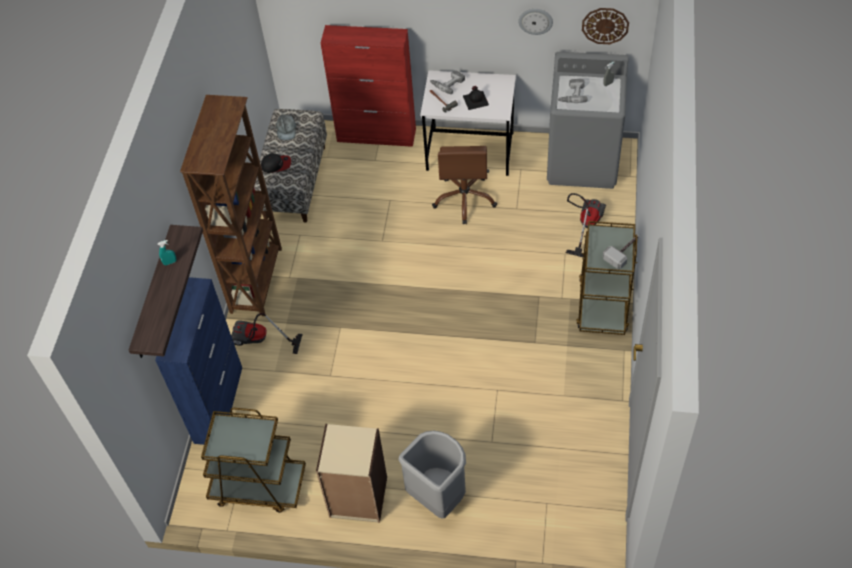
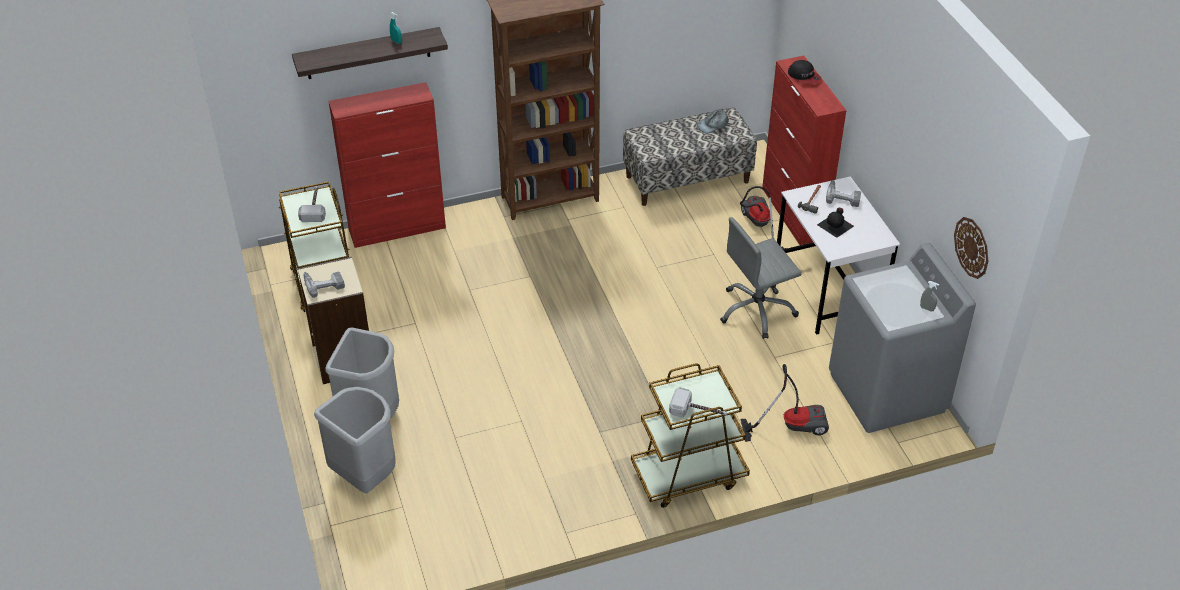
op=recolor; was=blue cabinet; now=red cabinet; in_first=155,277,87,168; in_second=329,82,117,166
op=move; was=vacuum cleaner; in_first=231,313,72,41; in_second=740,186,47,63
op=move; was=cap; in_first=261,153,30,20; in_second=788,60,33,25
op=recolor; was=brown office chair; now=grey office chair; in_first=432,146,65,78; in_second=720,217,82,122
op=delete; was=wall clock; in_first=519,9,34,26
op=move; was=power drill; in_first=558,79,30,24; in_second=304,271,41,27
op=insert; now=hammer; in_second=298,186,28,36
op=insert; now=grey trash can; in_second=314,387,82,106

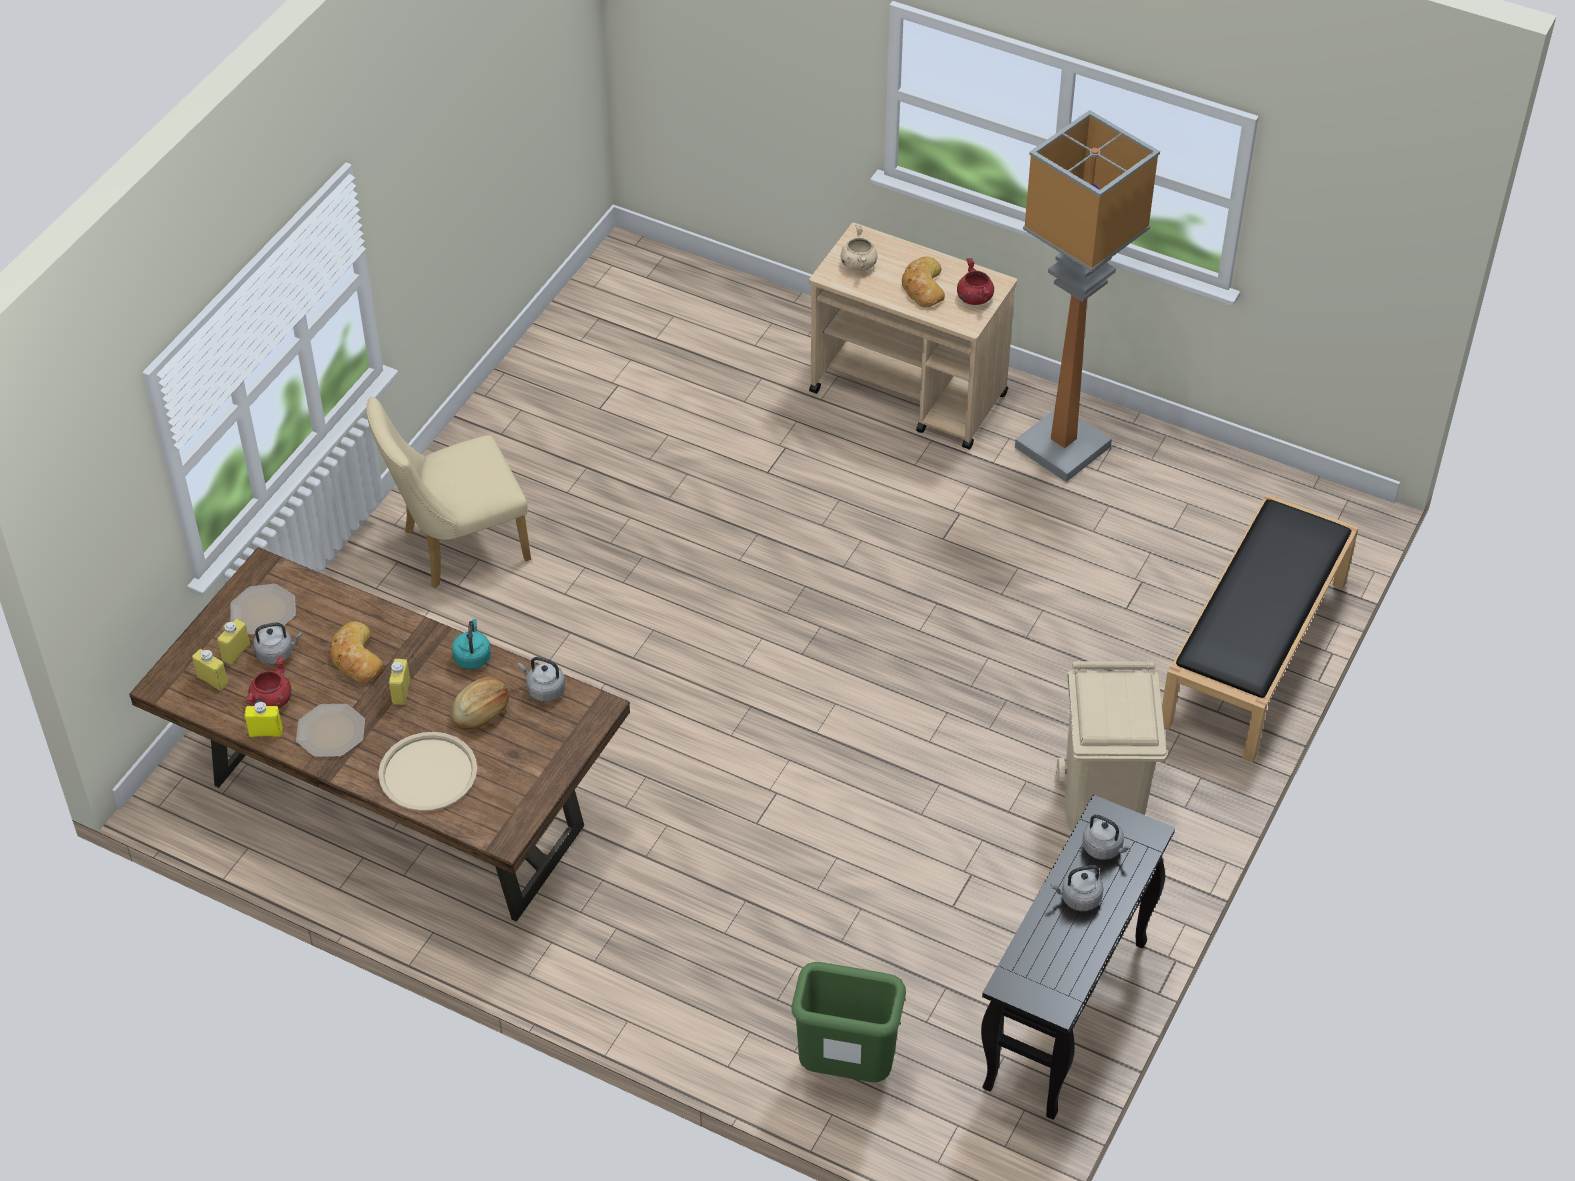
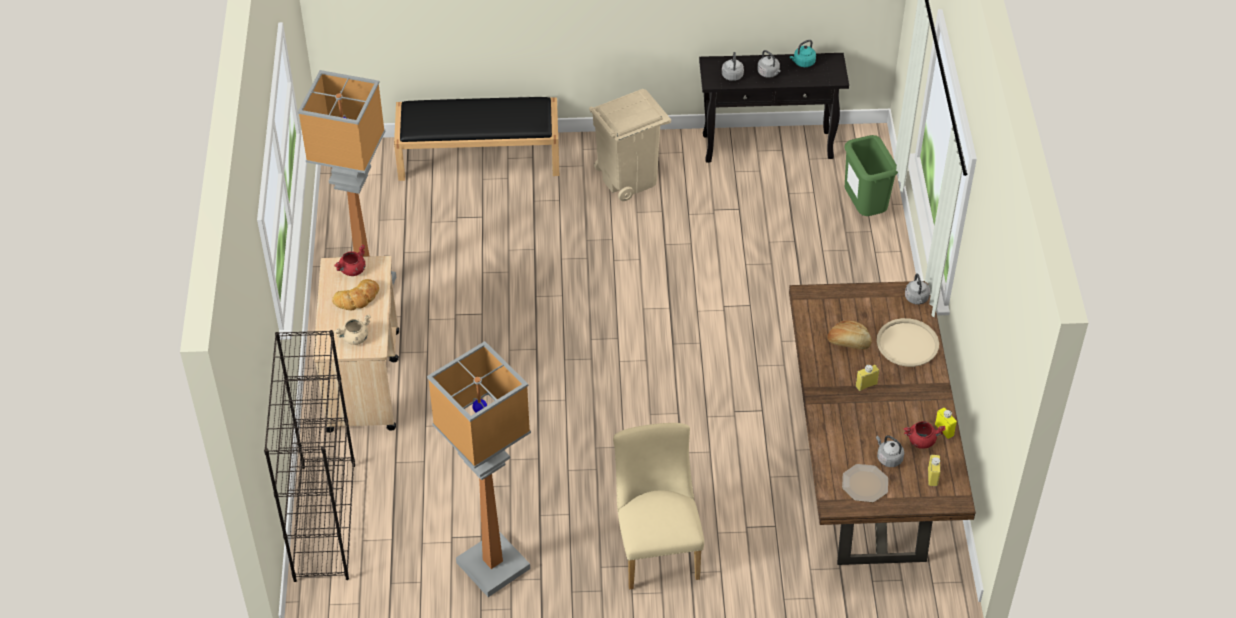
op=delete; was=yellow bottle; in_first=217,619,33,46
op=delete; was=plate; in_first=296,704,69,53
op=delete; was=bread; in_first=330,621,53,62
op=rotate; was=beige chair; in_first=366,397,165,191; in_second=613,423,91,166; clockwise=-135
op=move; was=turquoise kettle; in_first=452,619,39,50; in_second=790,40,26,27
op=move; was=grey kettle; in_first=518,657,47,45; in_second=905,273,25,31
op=insert; now=black bookcase; in_second=264,330,91,252
op=insert; now=floor lamp; in_second=427,341,104,256

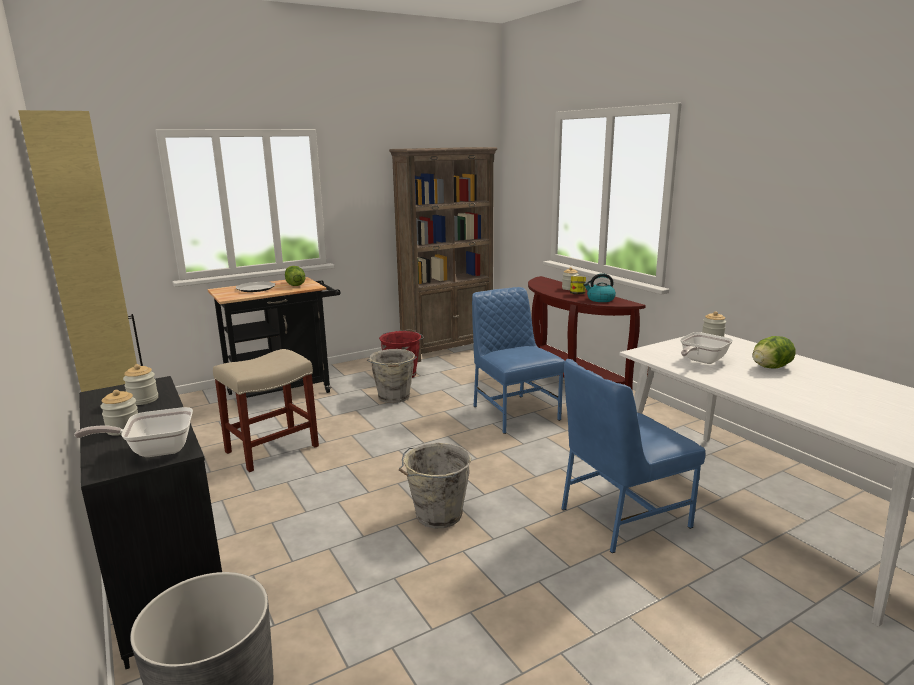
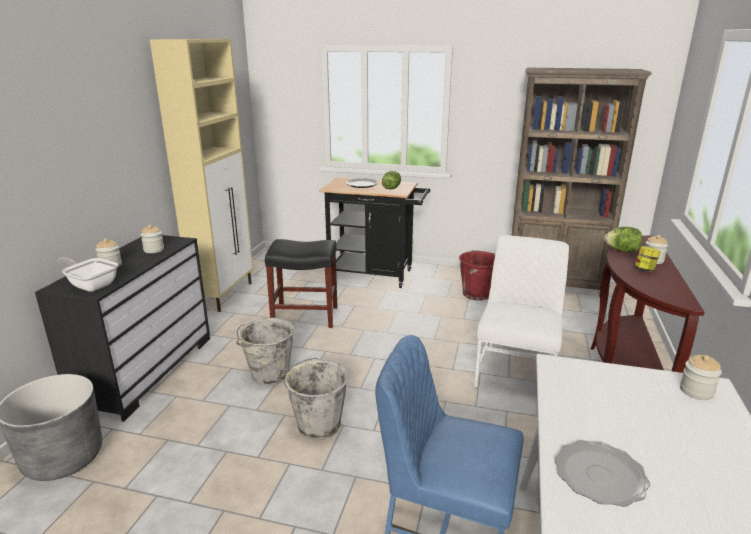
op=recolor; was=beige stool; now=black stool; in_first=213,349,106,123; in_second=265,239,72,89
op=move; was=grey bucket; in_first=367,349,50,54; in_second=236,318,58,68
op=recolor; was=blue chair; now=white chair; in_first=472,287,93,147; in_second=474,235,95,153
op=delete; was=kettle; in_first=584,273,32,29
op=delete; was=frying pan; in_first=680,332,53,32
op=move; was=lettuce; in_first=752,336,44,32; in_second=604,227,38,25
op=insert; now=plate; in_second=554,440,96,67

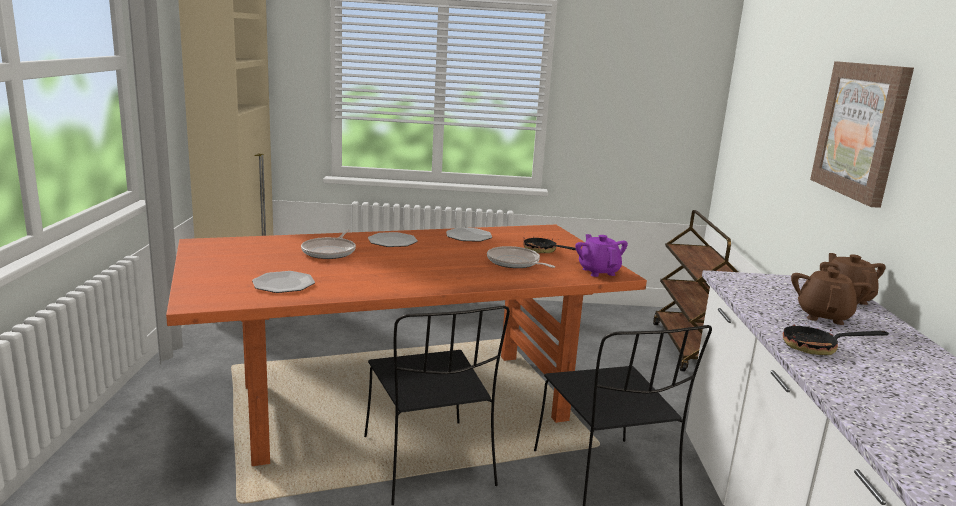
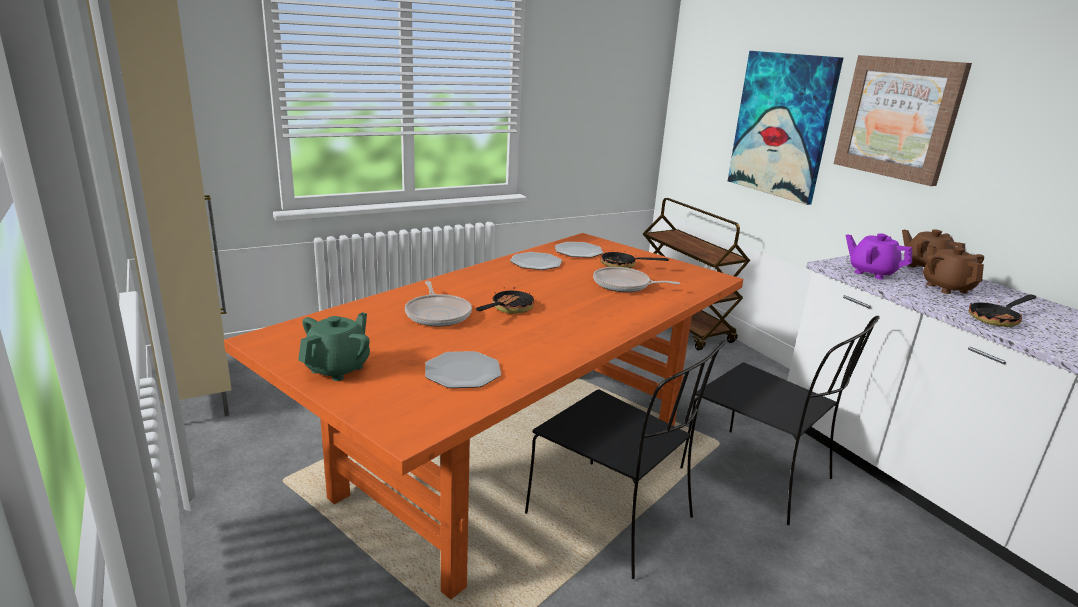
op=move; was=plate; in_first=368,232,50,15; in_second=555,242,48,16
op=move; was=purple teapot; in_first=575,234,53,43; in_second=846,233,66,47
op=insert; now=green teapot; in_second=298,312,72,69
op=insert; now=frying pan; in_second=476,287,59,27
op=insert; now=picture; in_second=728,51,115,154

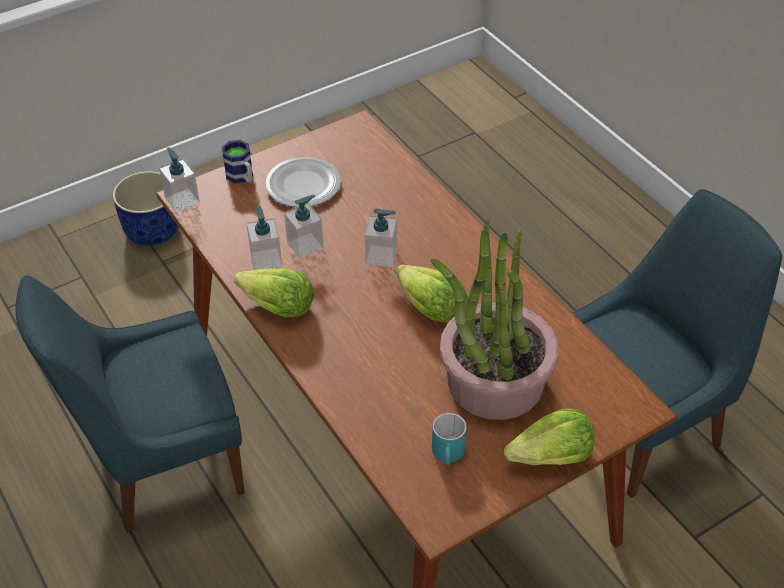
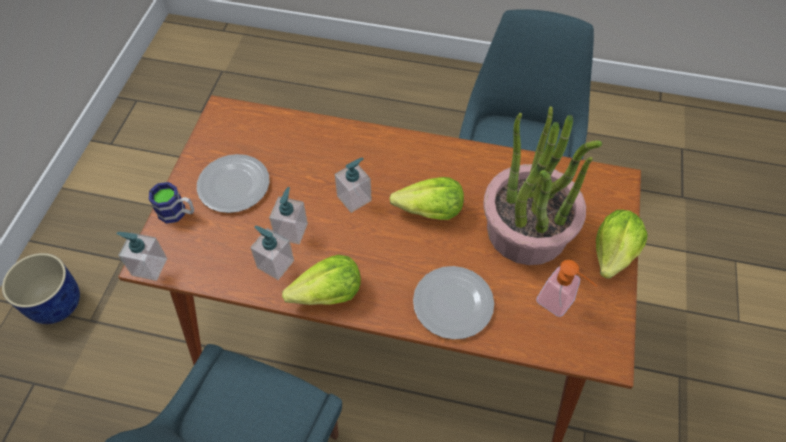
op=replace; was=turquoise mug; now=soap dispenser; in_first=432,413,35,52; in_second=536,260,61,57
op=insert; now=plate; in_second=413,266,81,73

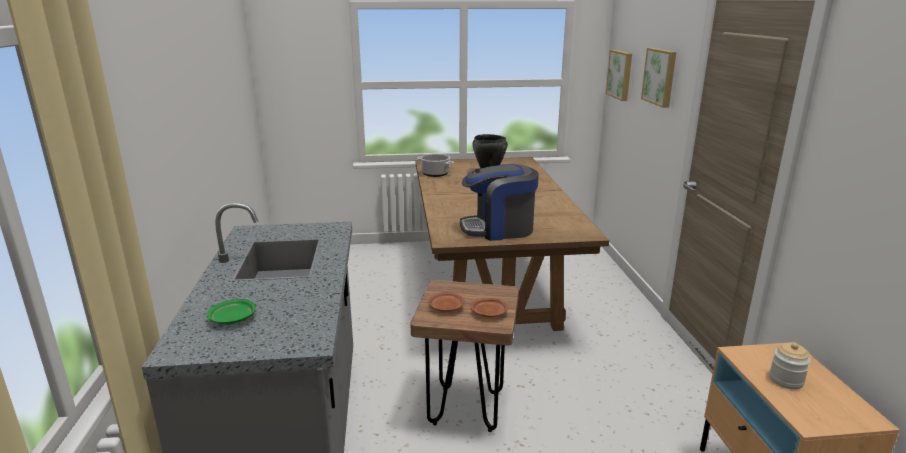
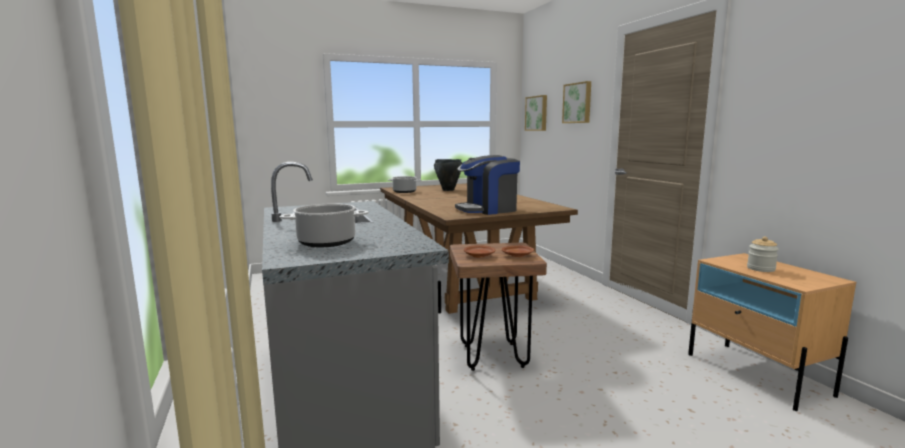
op=replace; was=green plate; now=cooking pot; in_first=207,299,49,26; in_second=280,204,89,43

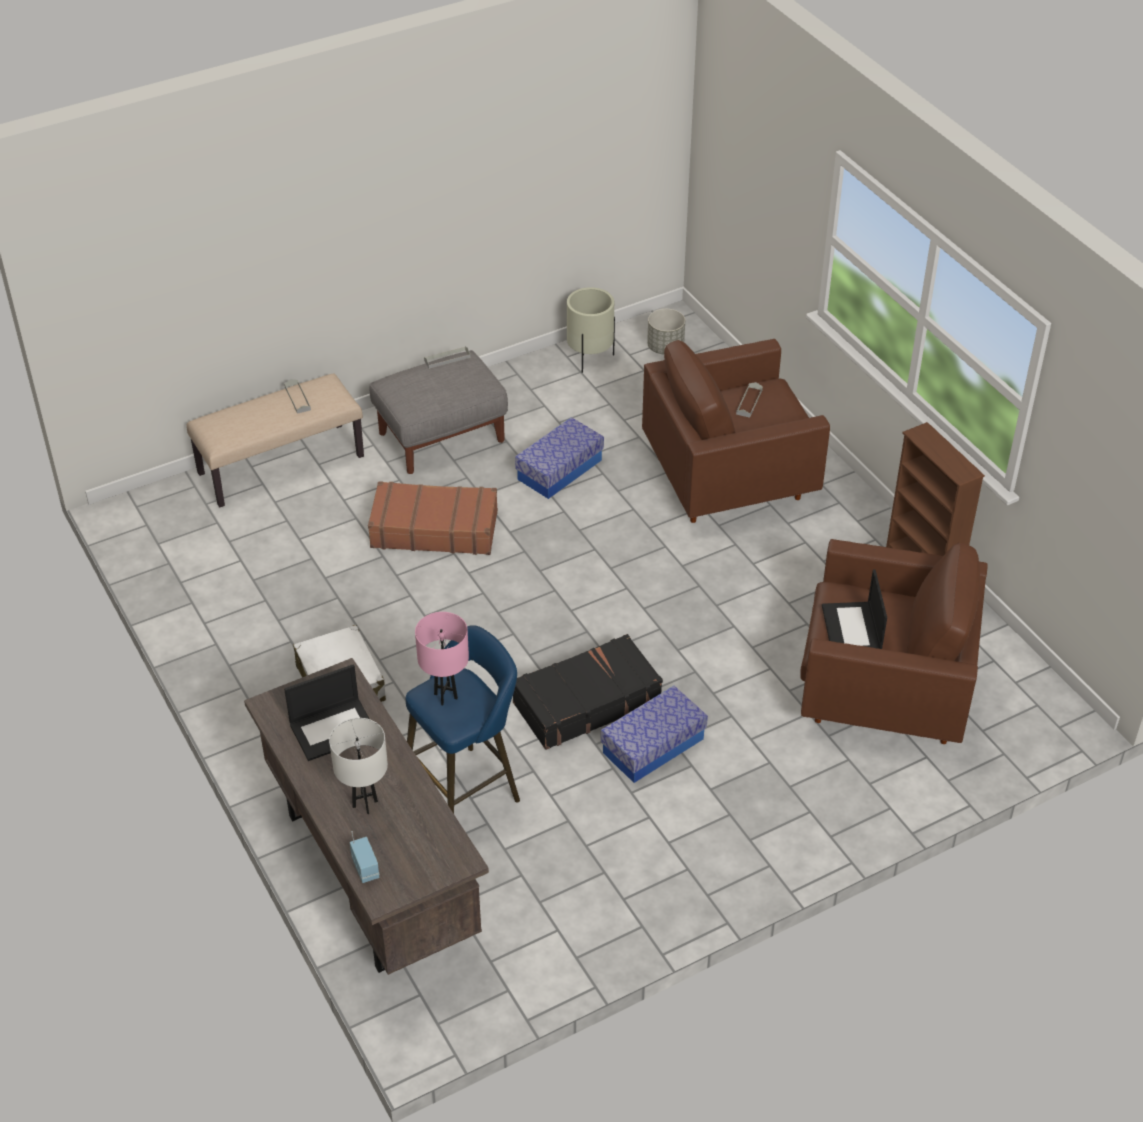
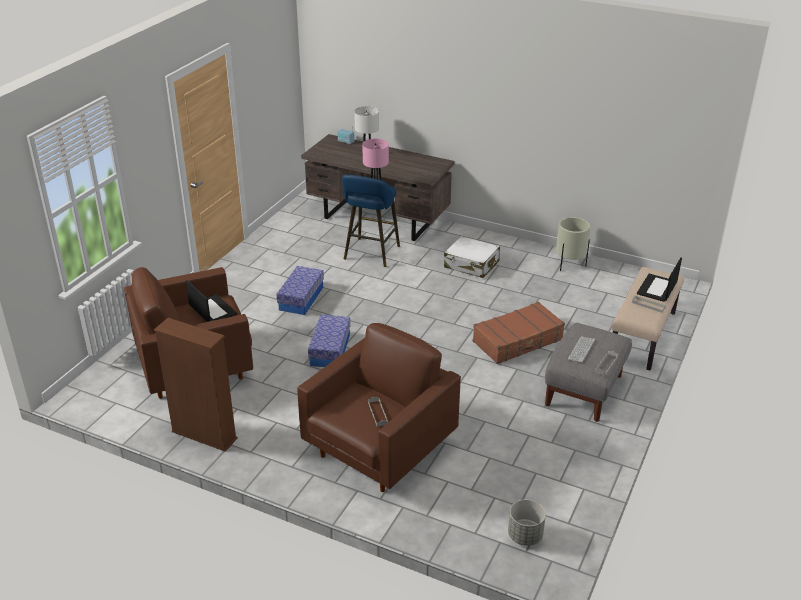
op=move; was=laptop; in_first=284,665,86,96; in_second=637,258,45,44
op=delete; was=black suitcase; in_first=513,634,150,116
op=move; was=storage box; in_first=515,417,89,82; in_second=308,315,42,52
op=move; was=beige planter; in_first=567,287,48,86; in_second=556,217,35,54
op=insert; now=keyboard; in_second=568,336,27,27

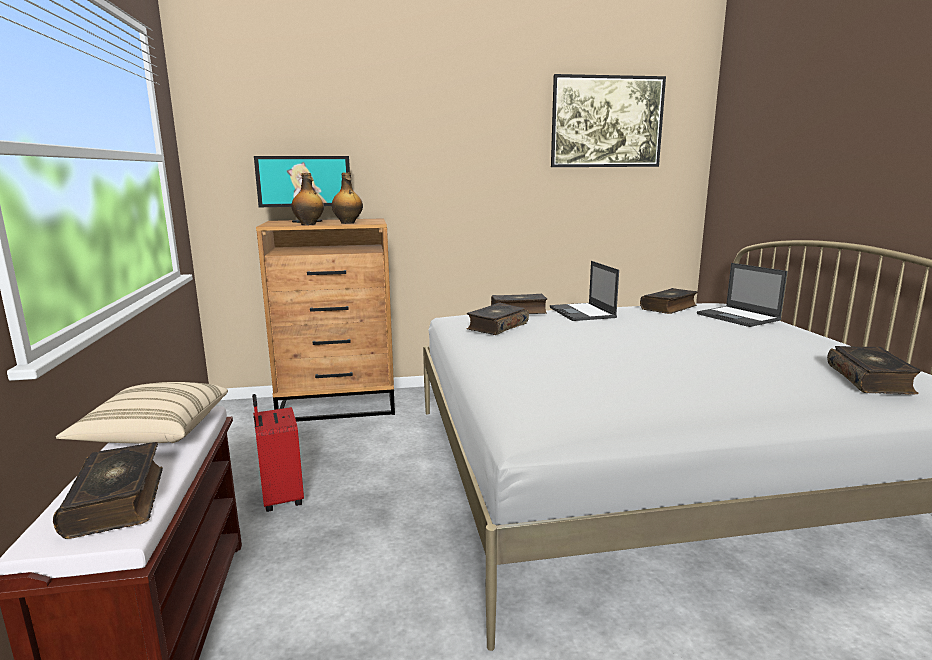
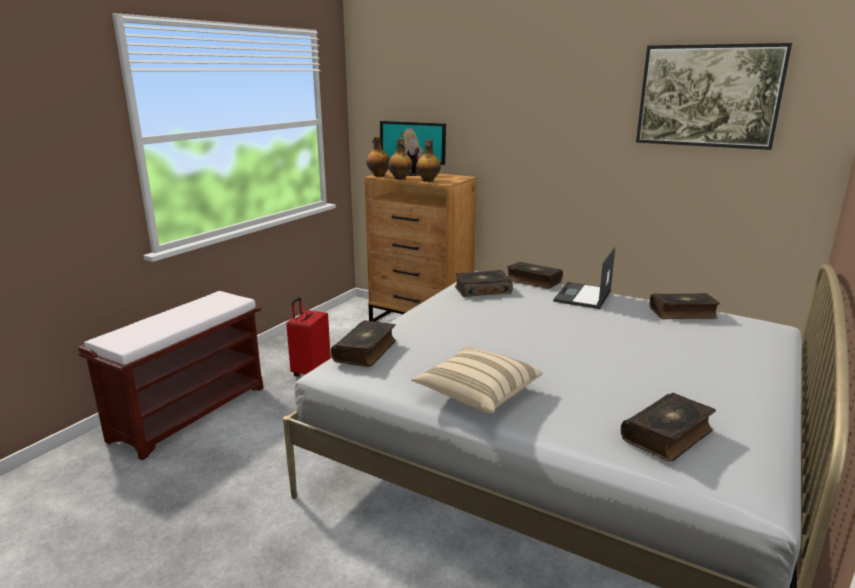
op=move; was=book; in_first=53,442,110,97; in_second=331,320,65,47
op=move; was=beige pillow; in_first=56,382,172,62; in_second=411,347,132,66
op=delete; was=laptop; in_first=697,263,90,64
op=insert; now=bottle; in_second=366,136,24,41

